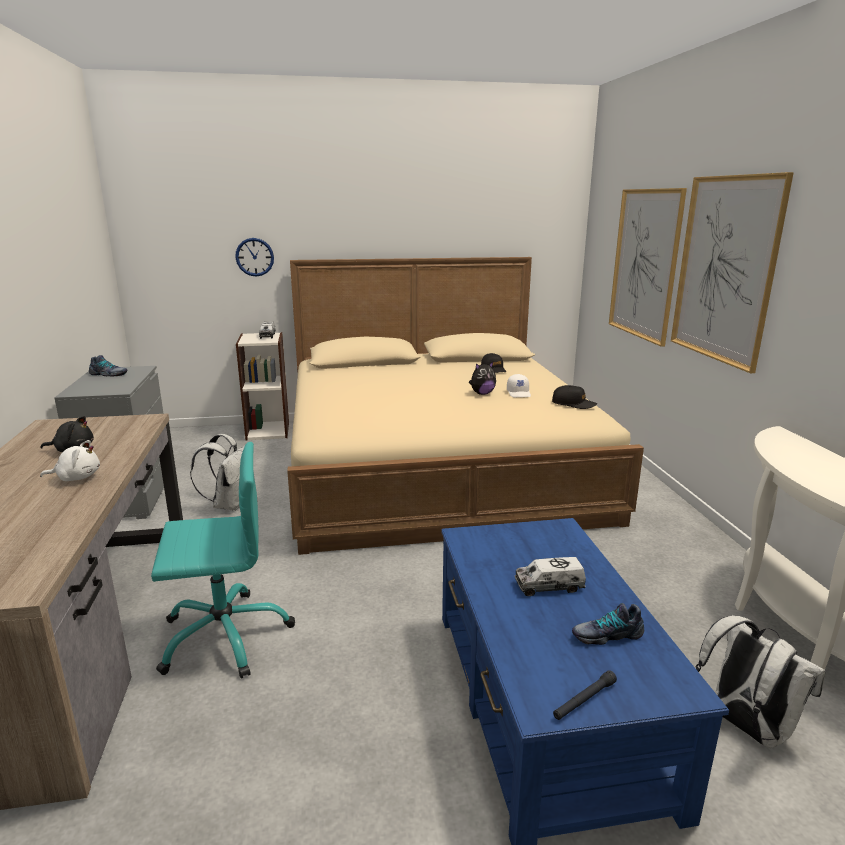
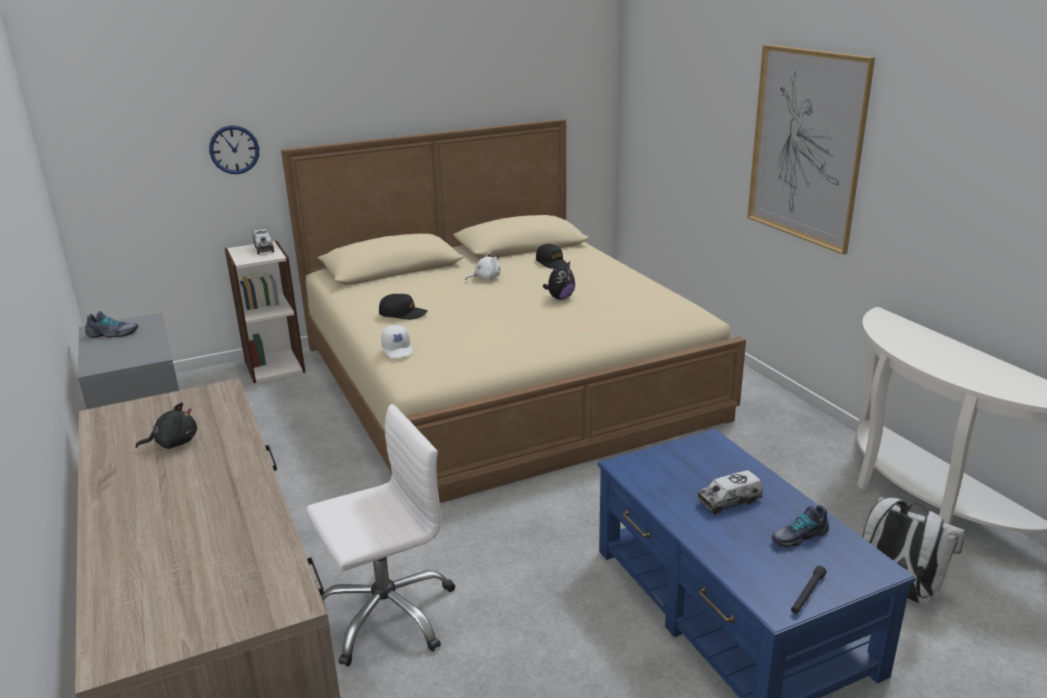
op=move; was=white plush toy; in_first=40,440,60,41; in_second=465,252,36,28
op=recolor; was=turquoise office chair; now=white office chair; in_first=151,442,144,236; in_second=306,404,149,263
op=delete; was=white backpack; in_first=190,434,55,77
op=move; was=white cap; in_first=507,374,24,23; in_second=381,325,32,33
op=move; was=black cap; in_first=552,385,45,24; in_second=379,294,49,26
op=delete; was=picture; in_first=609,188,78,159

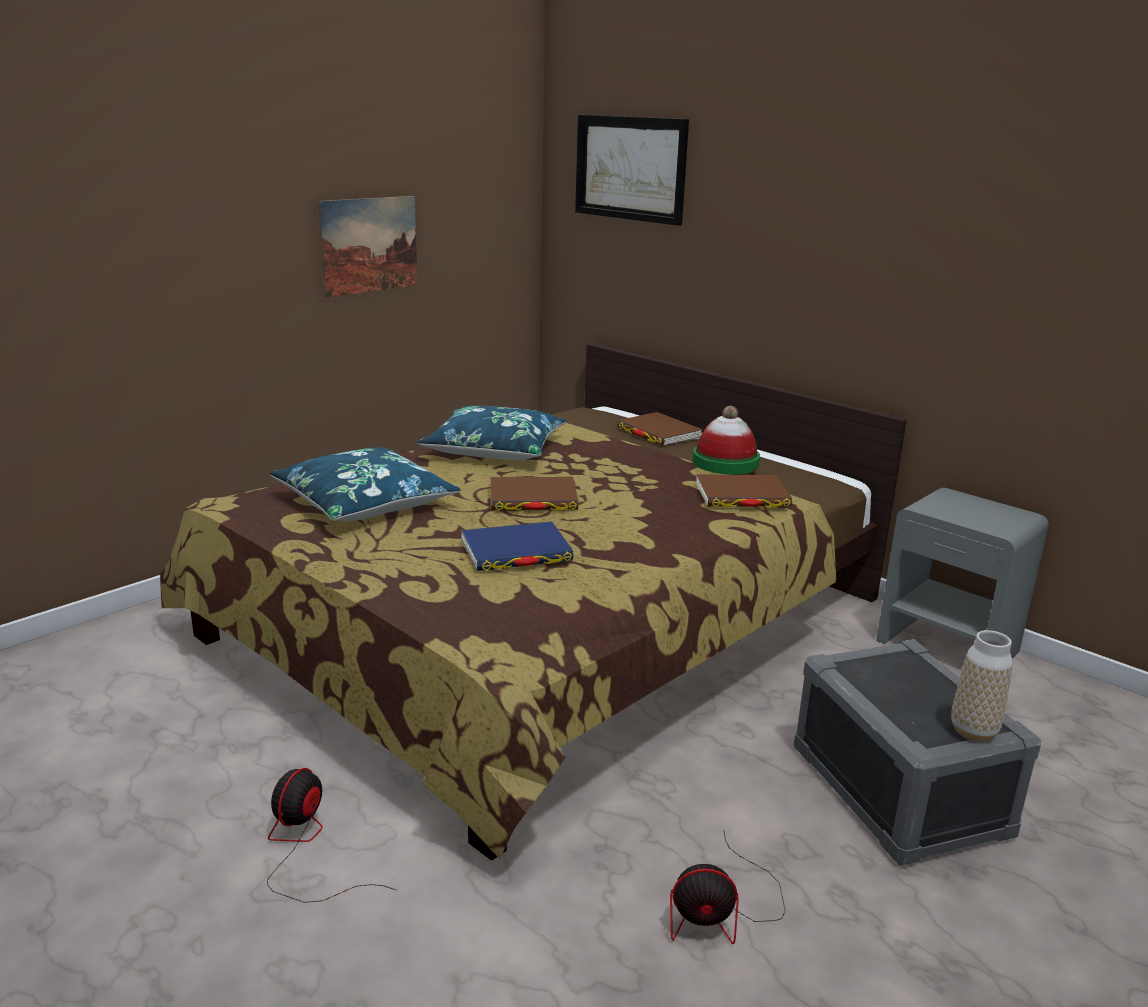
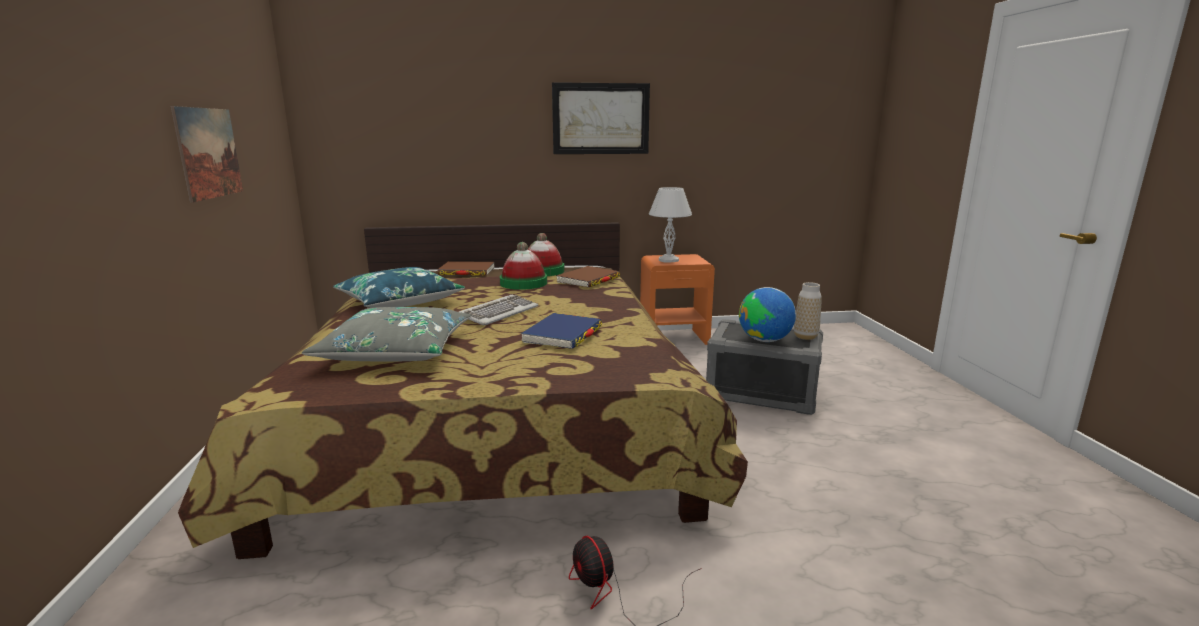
op=recolor; was=blue pillow; now=grey pillow; in_first=270,447,191,74; in_second=302,307,169,55
op=replace; was=brown book; now=keyboard; in_first=491,477,87,33; in_second=459,294,79,31
op=move; was=picture; in_first=575,115,114,111; in_second=552,82,98,72
op=delete; was=fan; in_first=670,832,116,112
op=recolor; was=grey nightstand; now=orange nightstand; in_first=876,488,173,171; in_second=640,254,75,91
op=insert; now=hat; in_second=500,242,47,48
op=insert; now=white table lamp; in_second=649,187,43,75
op=insert; now=globe; in_second=739,287,57,55

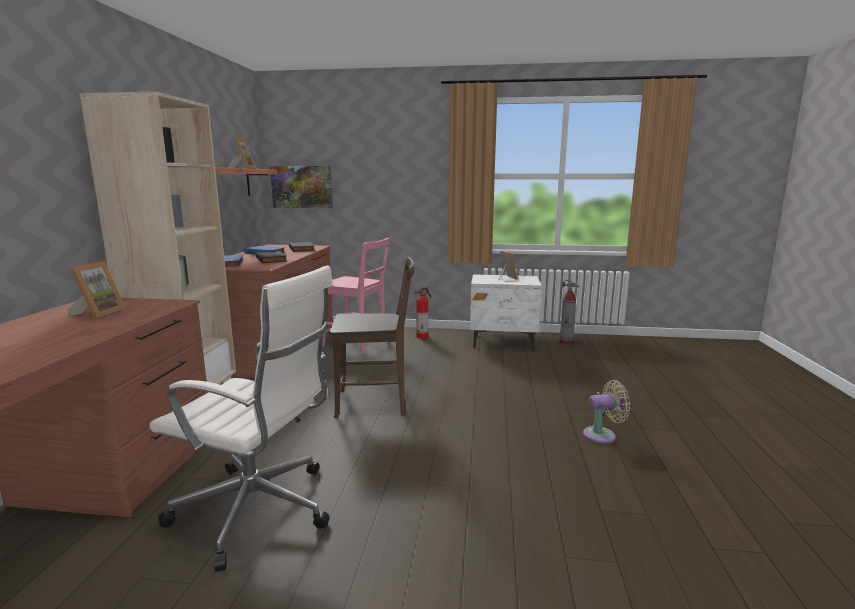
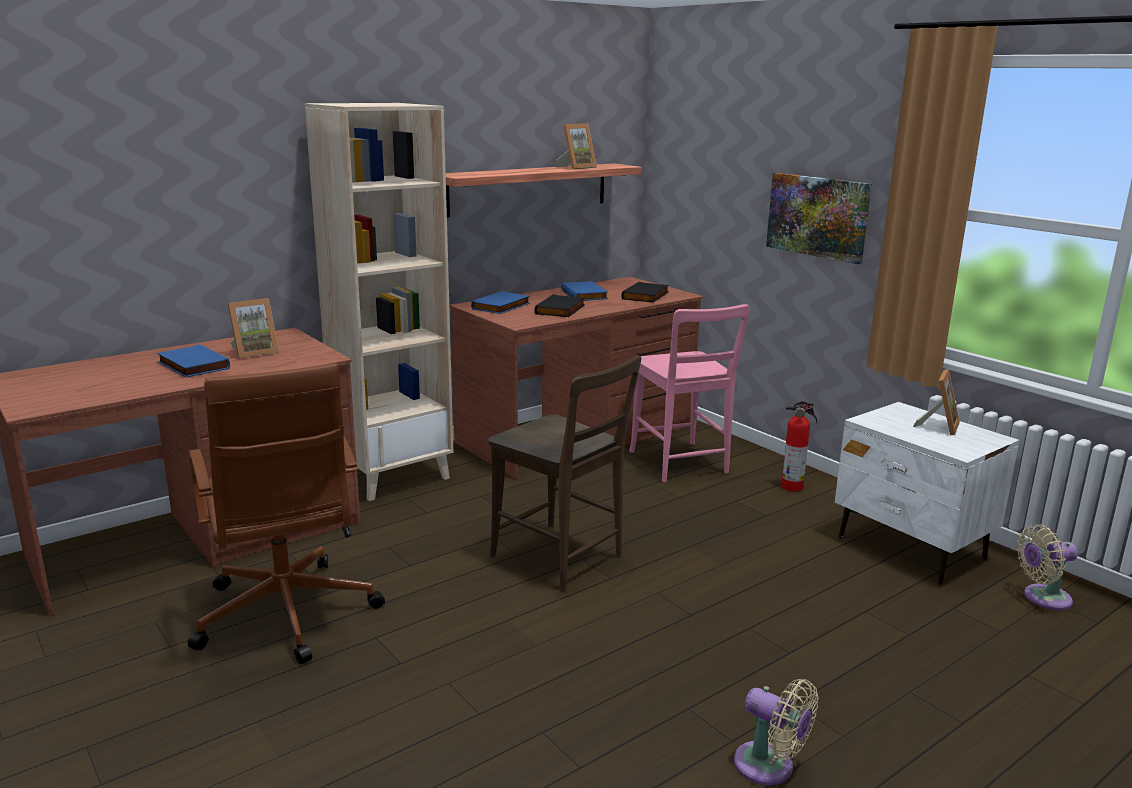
op=recolor; was=white office chair; now=brown office chair; in_first=150,266,183,306; in_second=188,363,197,301
op=move; was=picture; in_first=270,166,63,42; in_second=766,173,106,91
op=replace; was=fire extinguisher; now=beige fan; in_first=559,280,20,65; in_second=1017,524,61,86
op=insert; now=blue book; in_second=157,344,73,34

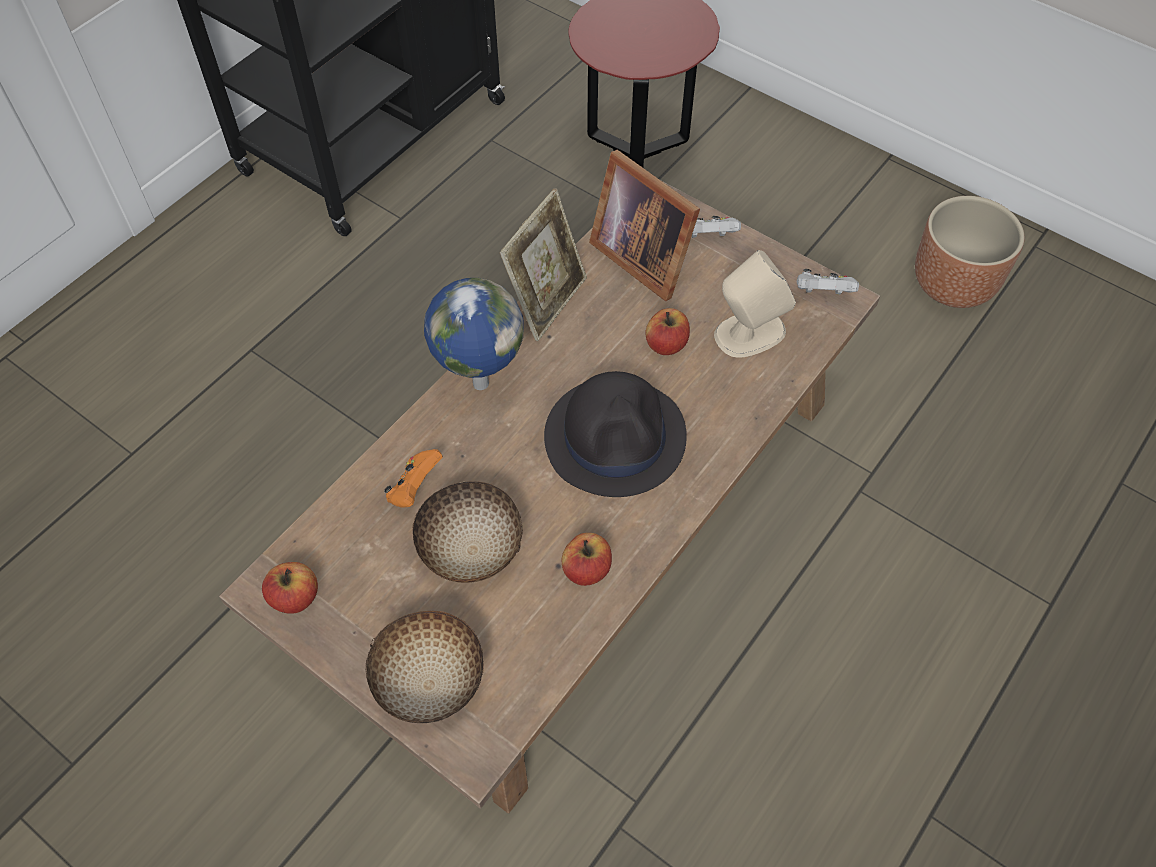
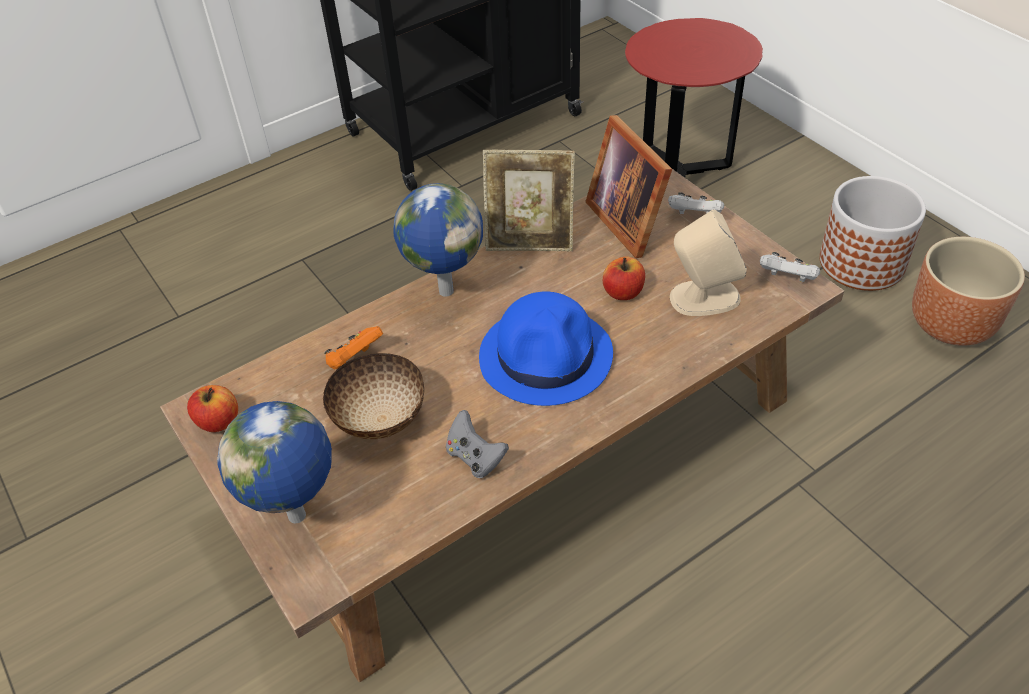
op=replace; was=bowl; now=globe; in_first=366,611,118,112; in_second=217,401,115,123
op=rotate; was=picture frame; in_first=500,188,87,153; in_second=483,150,92,101; clockwise=45
op=recolor; was=black hat; now=blue hat; in_first=544,371,143,126; in_second=479,292,134,114
op=replace; was=apple; now=grey game controller; in_first=561,533,51,53; in_second=446,410,63,68
op=insert; now=planter; in_second=819,176,107,115

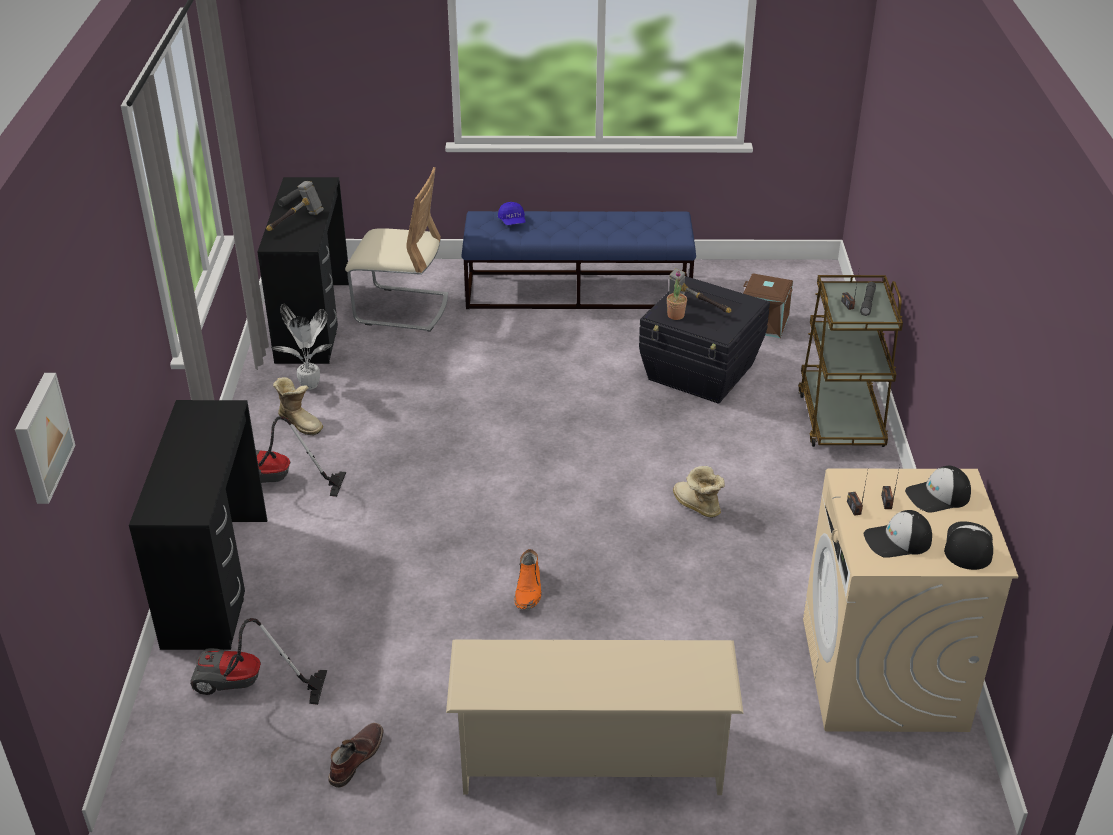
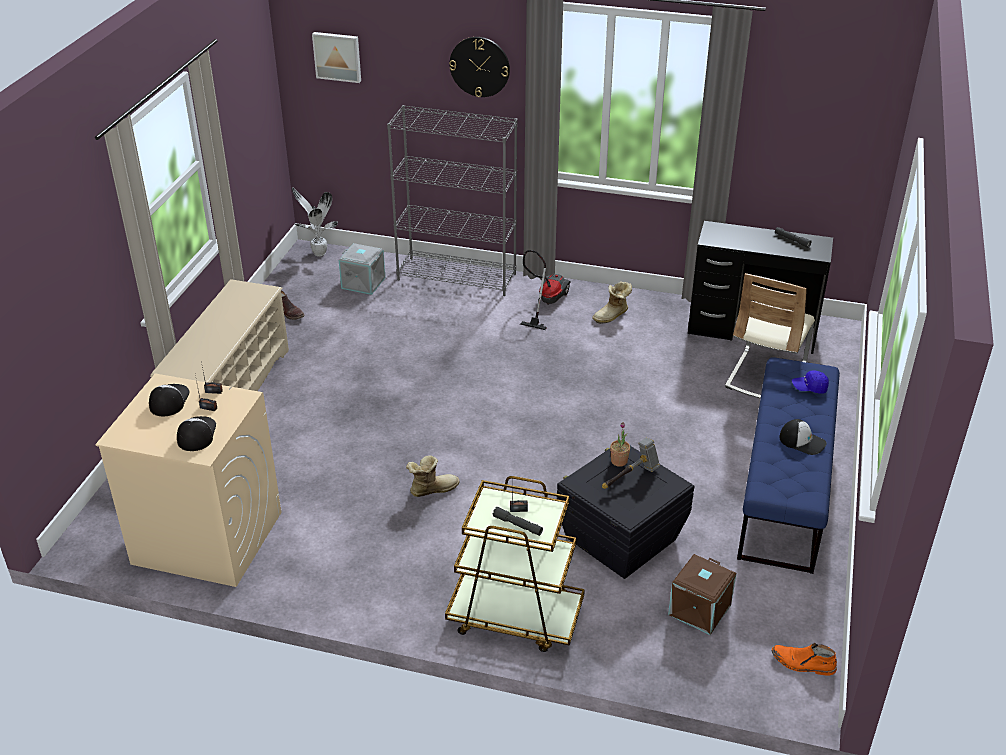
op=replace; was=black desk; now=grey bookcase; in_first=129,400,138,250; in_second=387,105,131,191
op=replace; was=vacuum cleaner; now=grey storage box; in_first=190,618,137,87; in_second=339,243,46,52
op=delete; was=hammer; in_first=266,181,58,50
op=move; was=potted plant; in_first=271,304,60,86; in_second=292,187,46,69
op=move; was=orange boot; in_first=514,549,27,61; in_second=772,643,65,33
op=move; was=cap; in_first=944,521,49,49; in_second=779,419,48,36
op=insert; now=wall clock; in_second=449,37,61,60

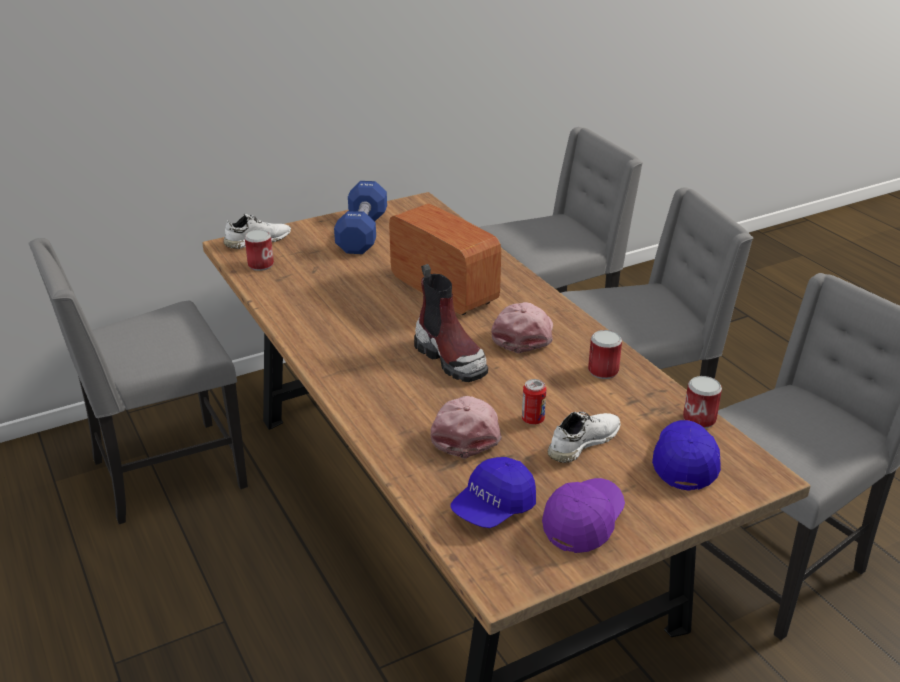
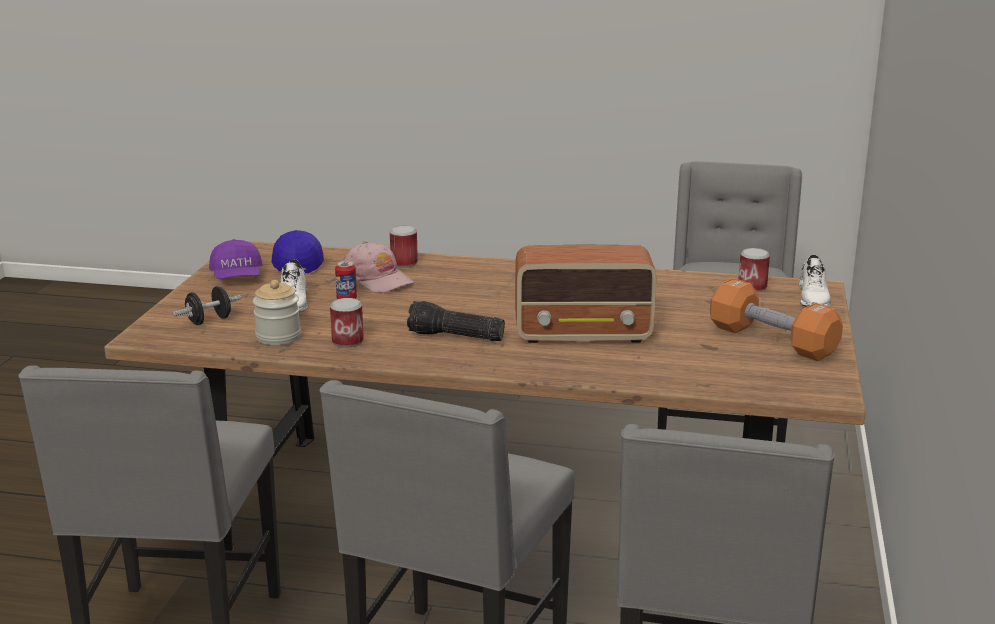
op=recolor; was=blue dumbbell; now=orange dumbbell; in_first=334,181,53,73; in_second=710,278,133,83
op=delete; was=boot; in_first=414,264,74,118
op=replace; was=pink cap; now=flashlight; in_first=491,302,62,51; in_second=407,301,98,40
op=replace; was=blue cap; now=black dumbbell; in_first=652,420,69,71; in_second=173,286,68,39
op=move; was=can; in_first=683,376,39,52; in_second=390,226,28,42
op=insert; now=jar; in_second=253,280,48,65

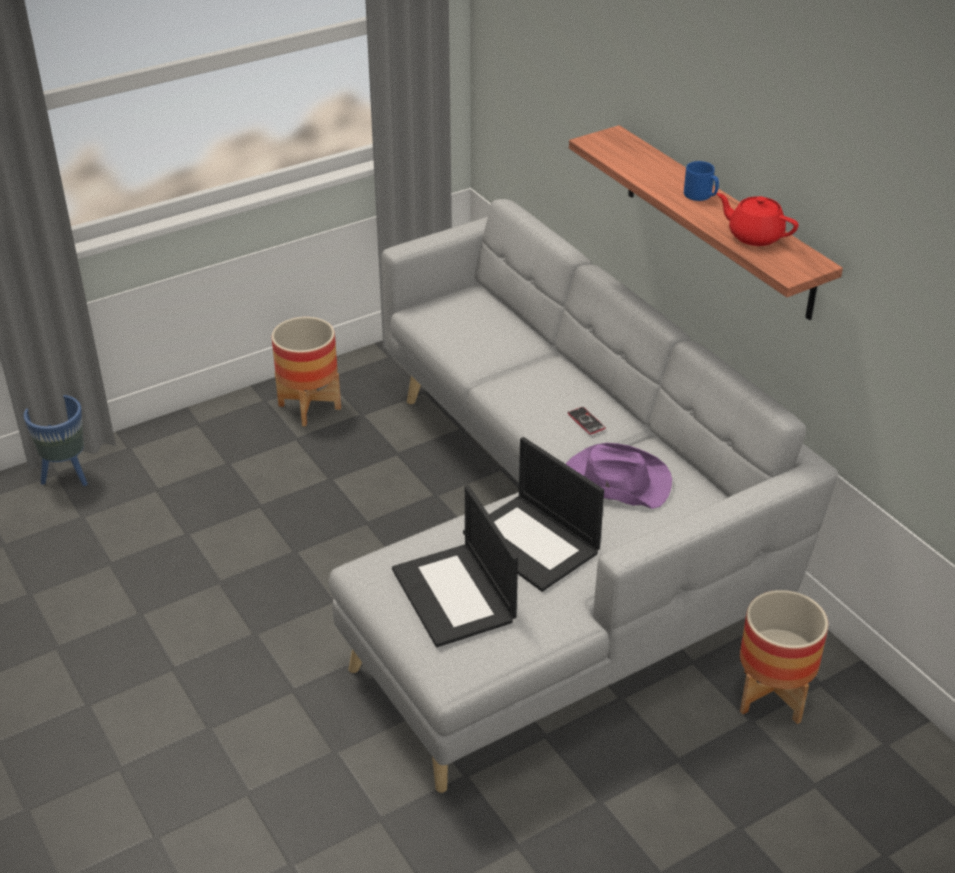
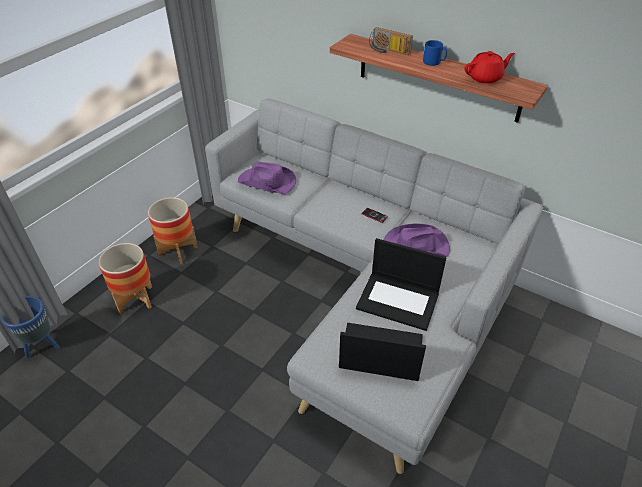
op=rotate; was=laptop; in_first=392,485,126,162; in_second=339,323,87,58; clockwise=150
op=rotate; was=red teapot; in_first=717,193,82,53; in_second=464,51,51,33; clockwise=150
op=move; was=planter; in_first=740,590,88,134; in_second=99,243,53,70
op=insert; now=purple hat; in_second=238,162,58,32
op=insert; now=radio; in_second=369,27,44,28

